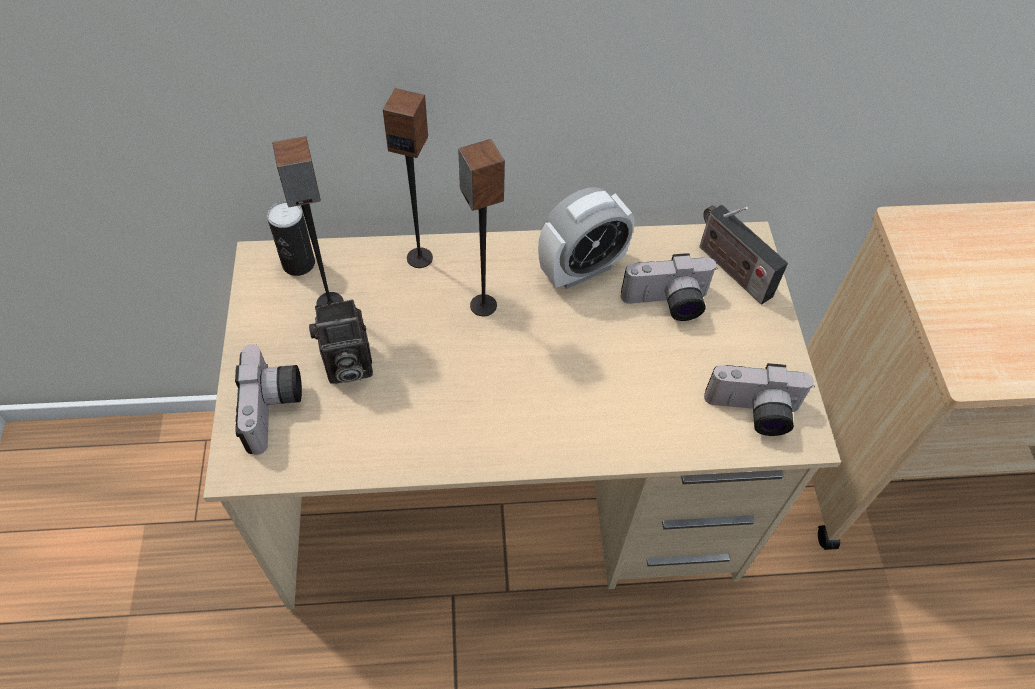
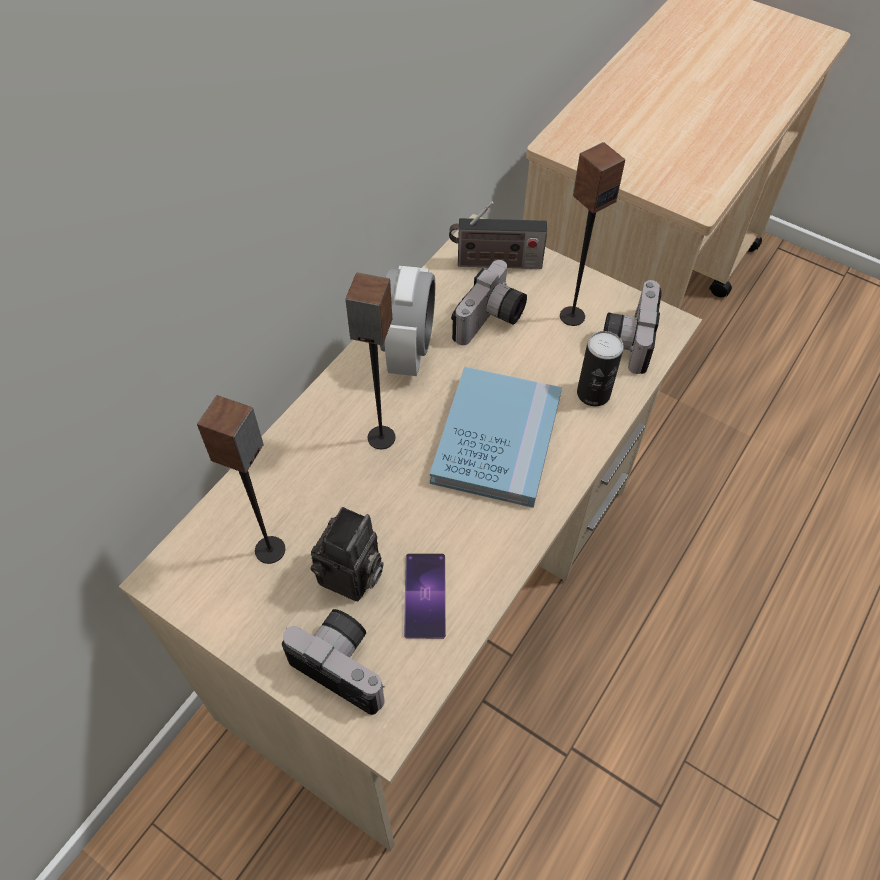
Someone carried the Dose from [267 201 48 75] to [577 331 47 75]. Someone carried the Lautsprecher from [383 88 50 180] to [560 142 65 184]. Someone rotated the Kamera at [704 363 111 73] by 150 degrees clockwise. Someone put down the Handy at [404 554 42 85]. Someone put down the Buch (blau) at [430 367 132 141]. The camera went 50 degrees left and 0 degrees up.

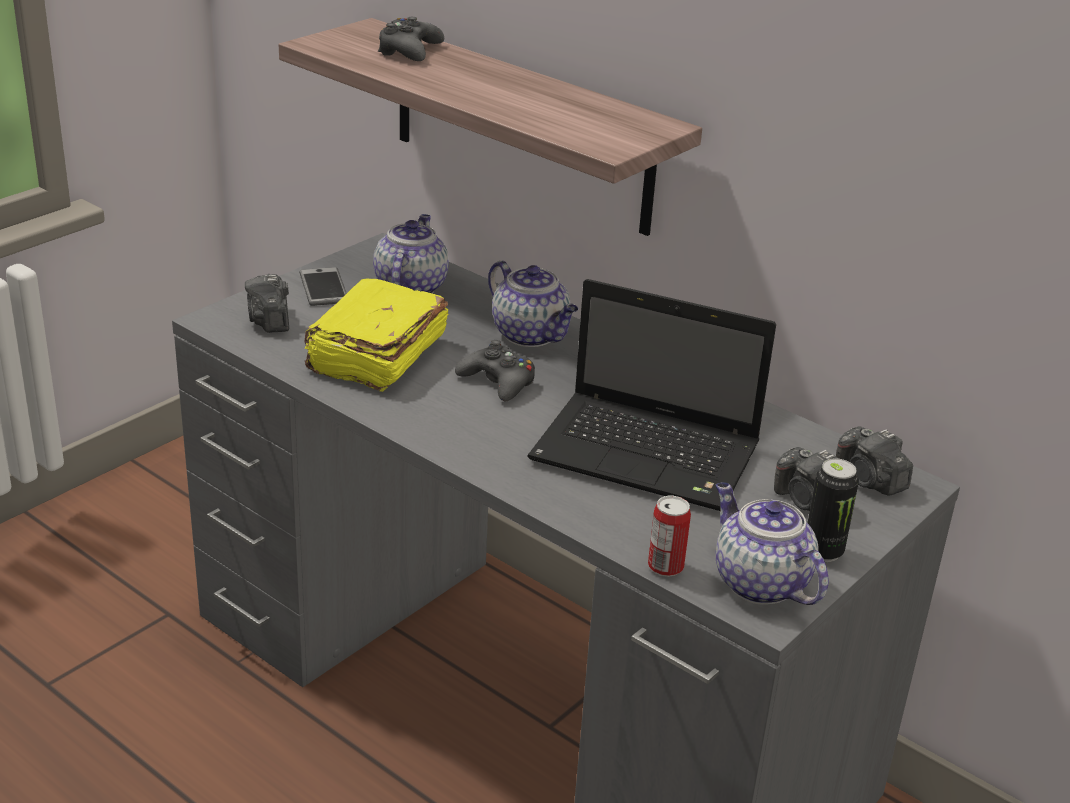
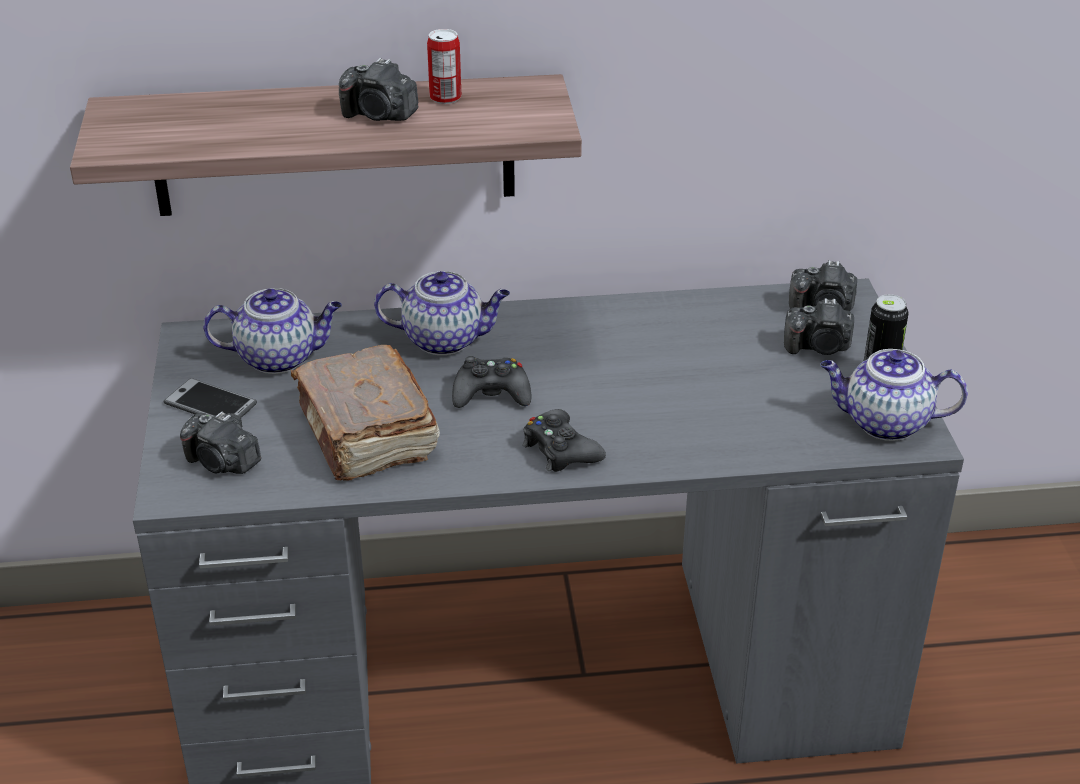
Someone repainted the Buch (gelb) at [304 279 144 113], which became the Buch (braun) at [291 345 149 136]. Someone rotated the Teekanne at [373 214 76 79] by 120 degrees clockwise. Someone carried the Gamepad (schwarz) from [378 17 66 44] to [523 409 83 63]. Someone took away the Laptop at [527 279 249 232]. Someone carried the Dose from [648 495 43 82] to [427 29 34 75]. Someone put down the Kamera at [339 58 79 63]. The camera went 45 degrees left and 5 degrees up.

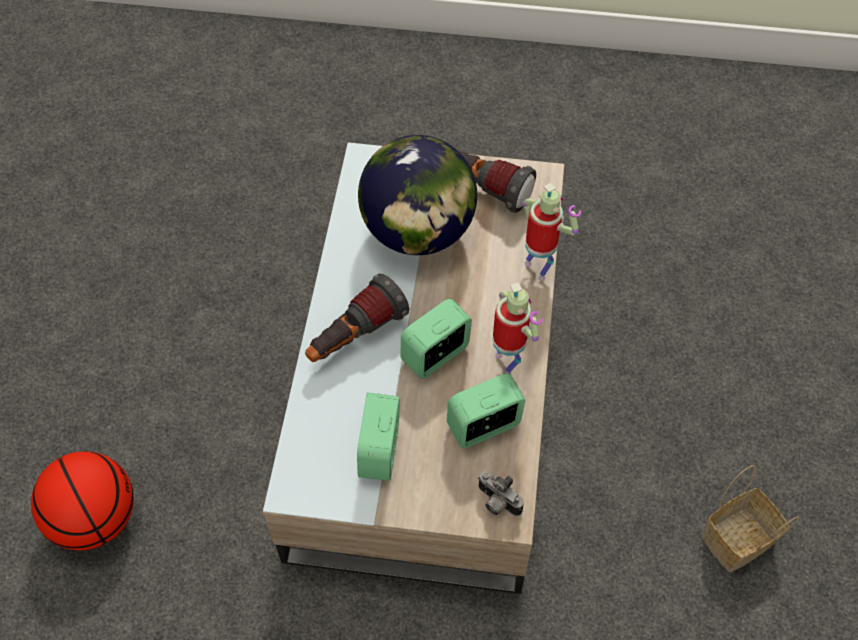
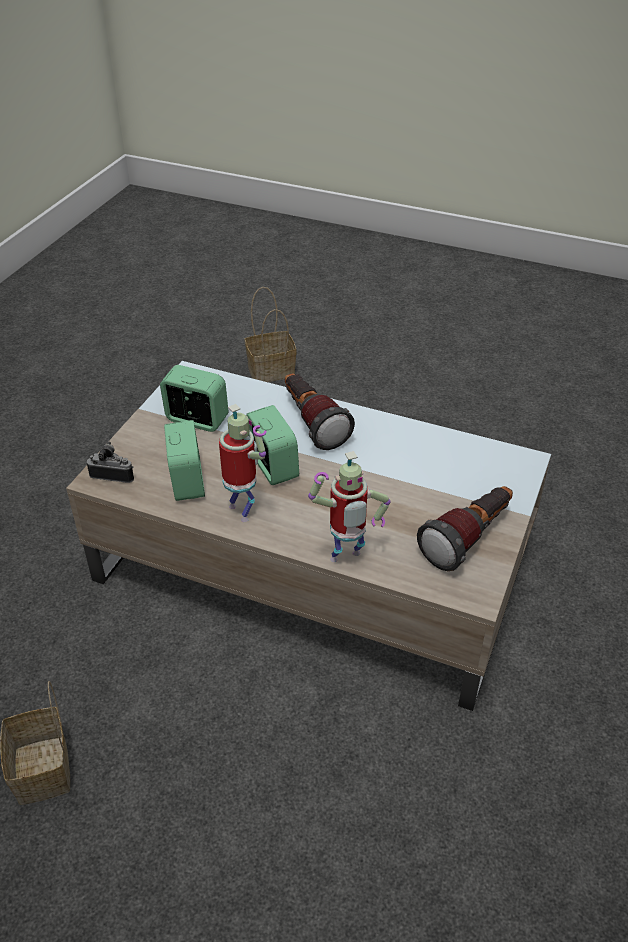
Someone swapped the Basketball at [31 451 103 99] for the Korb at [245 287 52 95]. Someone took away the Globus at [358 135 119 120]. Someone rotated the Kamera at [478 471 46 45] by 45 degrees clockwise. Someone rotated the Spielzeugroboter at [493 282 50 93] by 120 degrees counterclockwise. The camera went 105 degrees right and 15 degrees down.

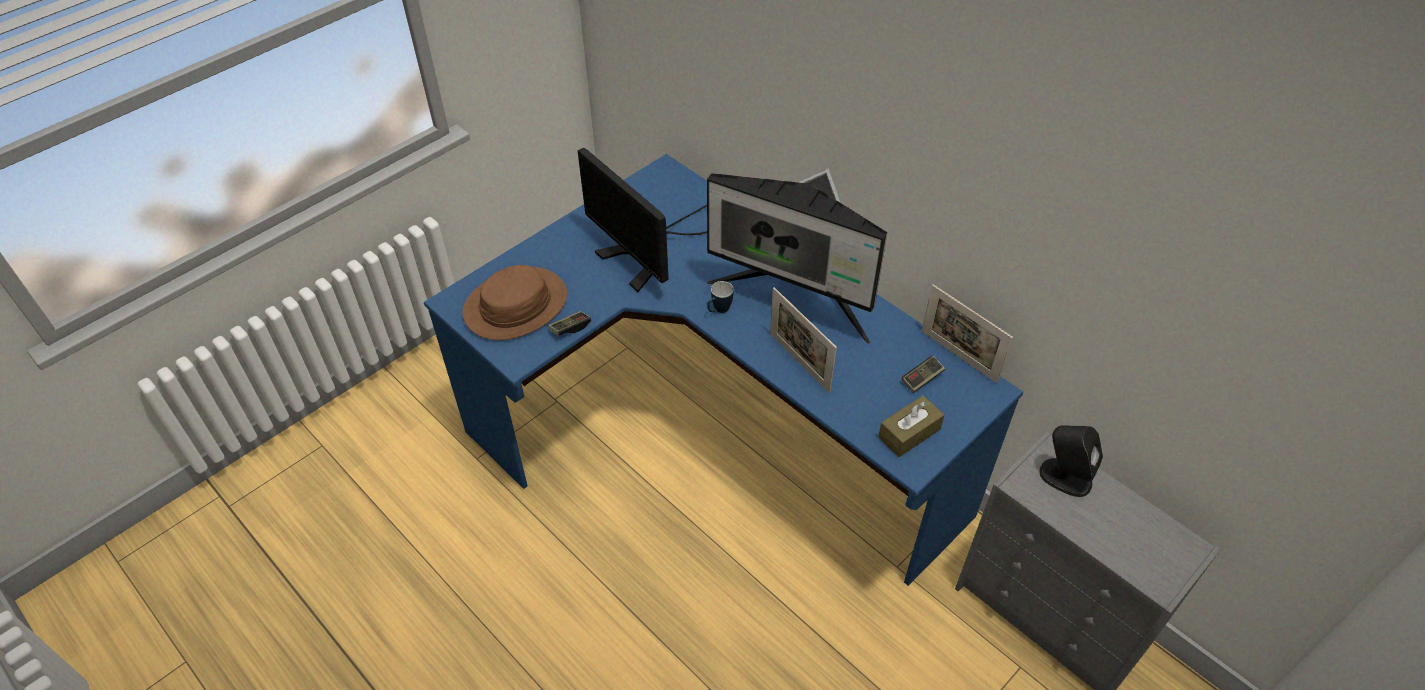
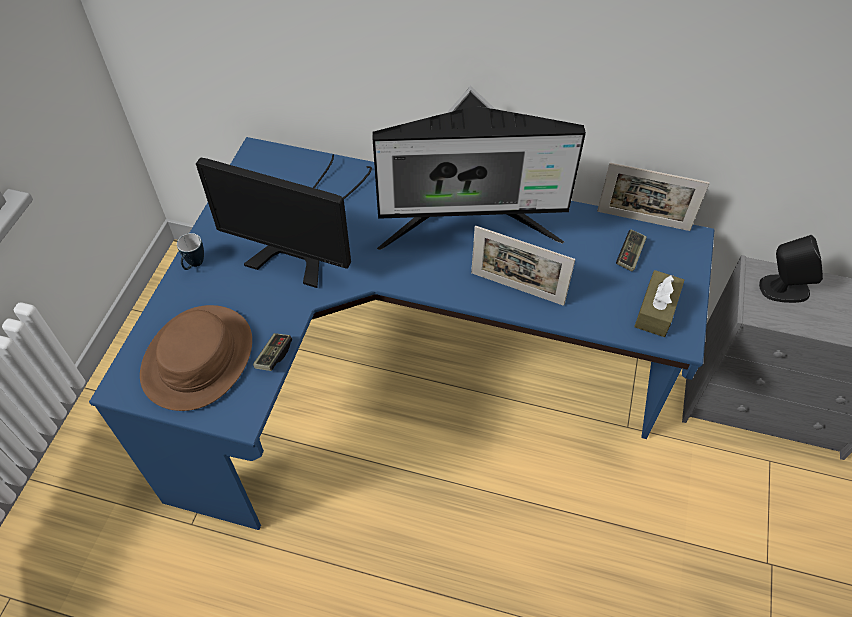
Someone carried the Henkelbecher from [707 281 27 32] to [177 233 27 37]. The camera went 30 degrees left and 5 degrees up.

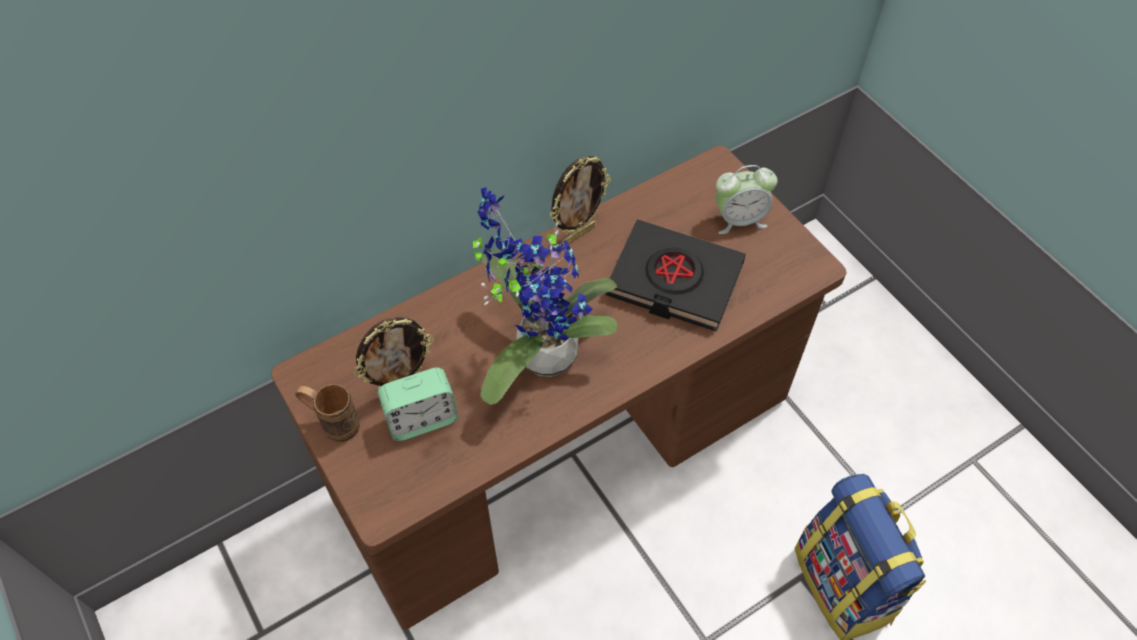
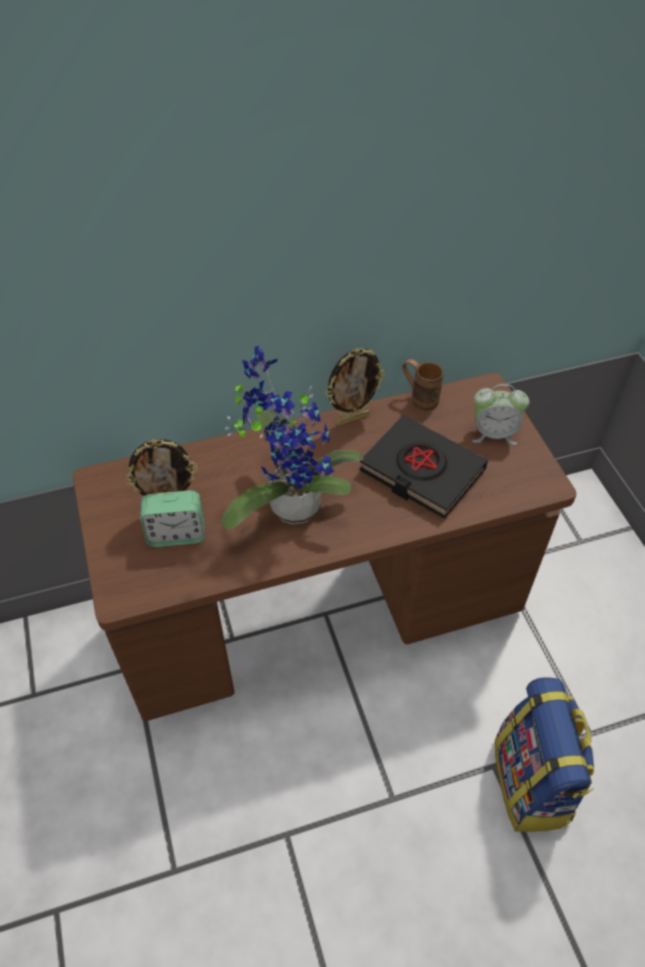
Someone carried the Henkelbecher (braun) from [295 384 65 58] to [403 359 40 51]. The camera went 15 degrees right and 5 degrees down.

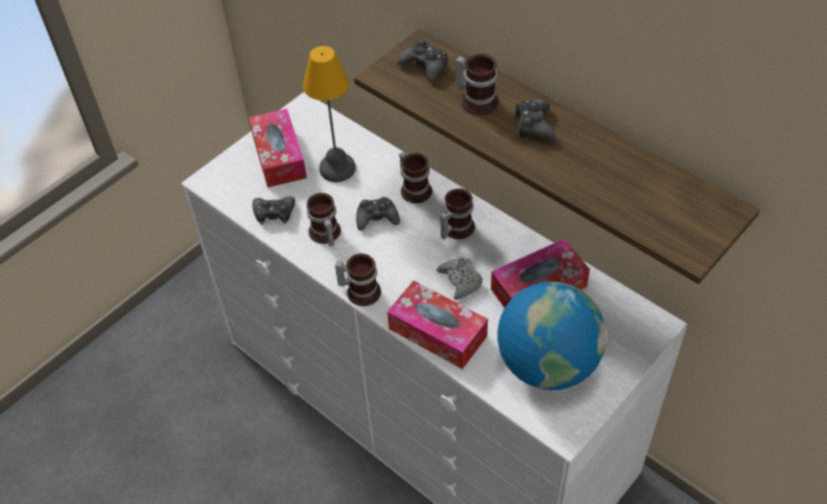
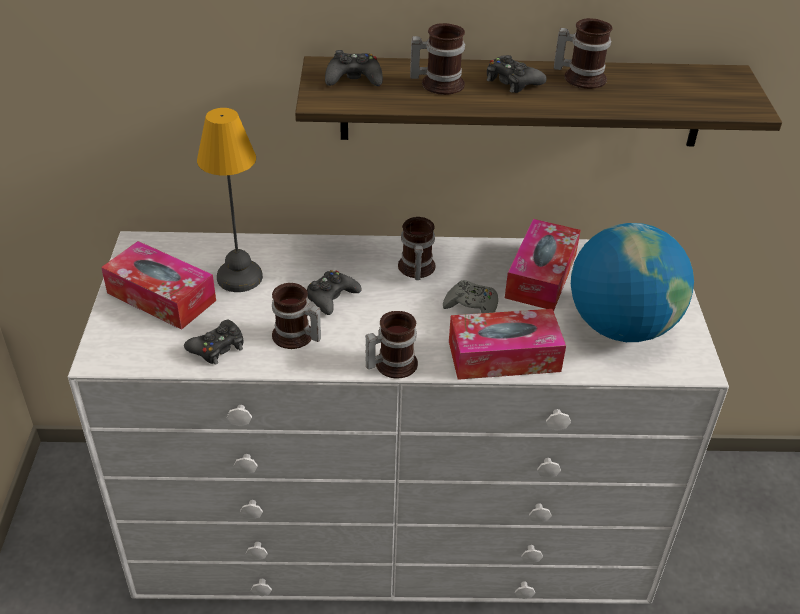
Someone carried the Henkelbecher from [399 152 33 51] to [554 18 59 71]. The camera went 45 degrees left and 10 degrees down.

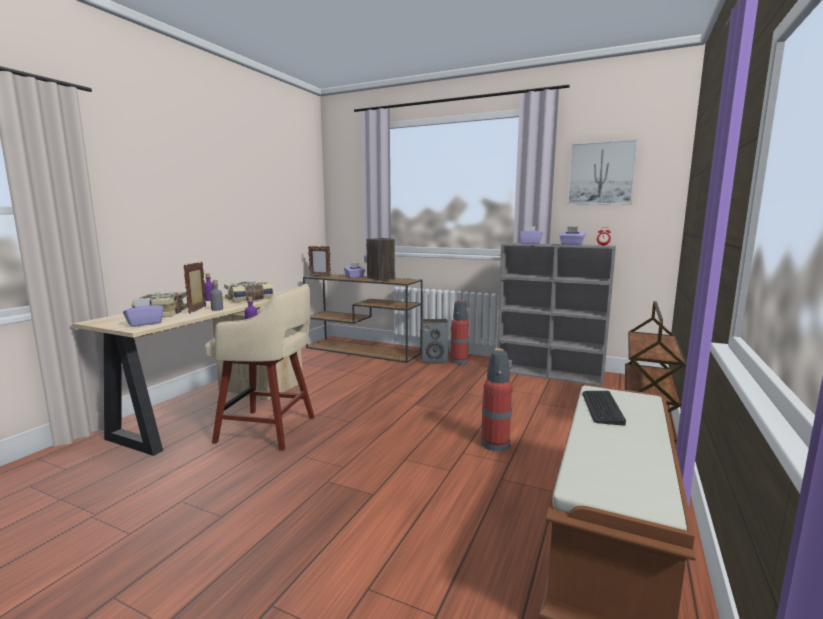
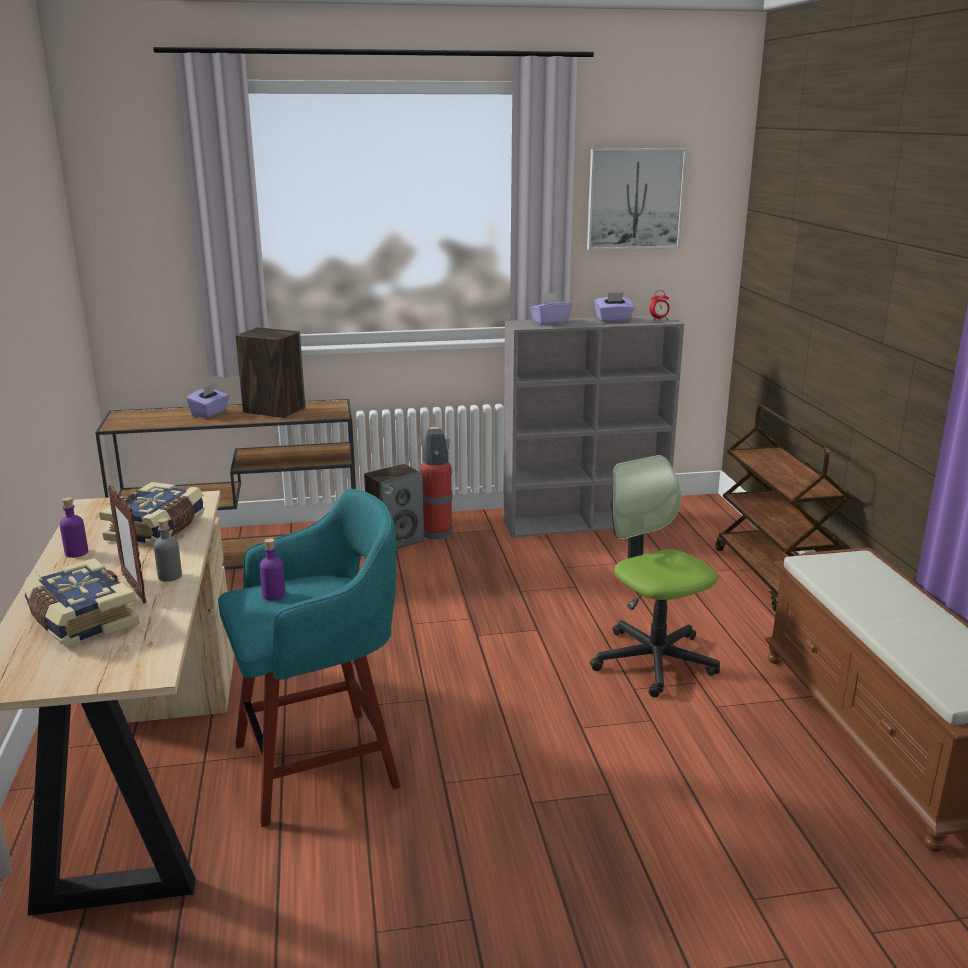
Someone took away the Taschentuchbox (lila) at [123 298 41 29]. Someone repainted the Hocker (beige) at [204 284 110 167], which became the Hocker (türkis) at [218 489 183 338]. Someone took away the Bilderrahmen at [308 246 23 31]. Someone swapped the Feuerlöscher at [481 348 32 103] for the Bürostuhl at [590 455 130 242]. Someone took away the Tastatur at [582 391 44 35]. The camera went 35 degrees left and 10 degrees up.

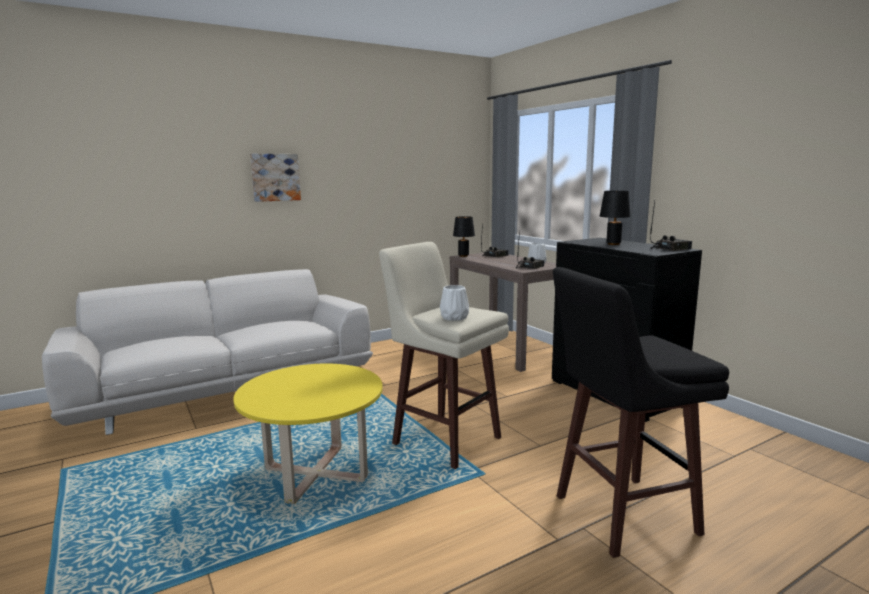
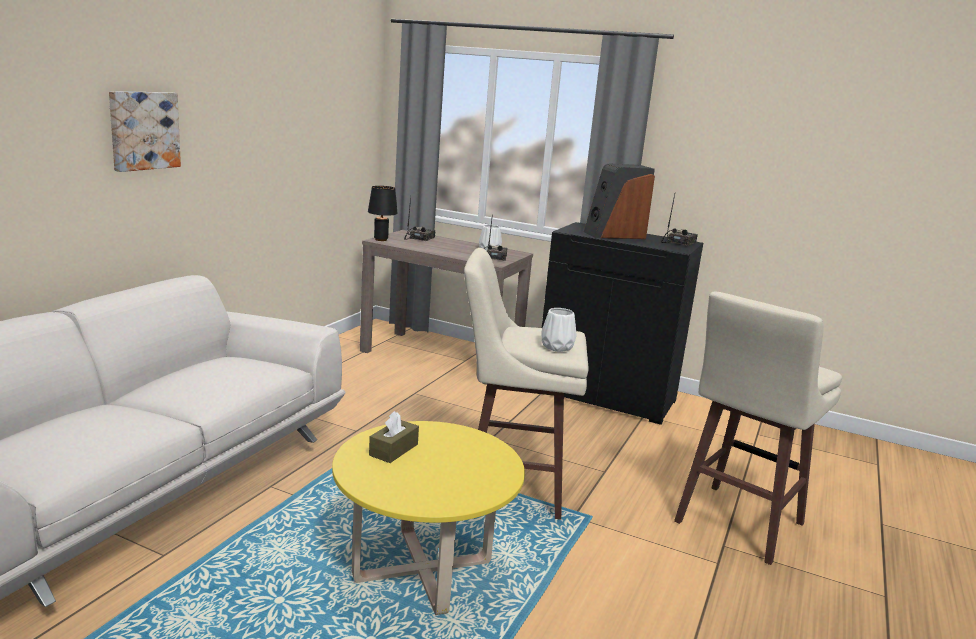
Someone repainted the Hocker (schwarz) at [553 267 176 291], which became the Hocker (beige) at [674 292 168 273]. Someone swapped the Tischlampe (schwarz) at [600 191 31 54] for the Lautsprecher at [584 164 71 75]. Someone put down the Taschentuchbox (braun) at [369 411 50 52]. The camera went 35 degrees left and 5 degrees up.

